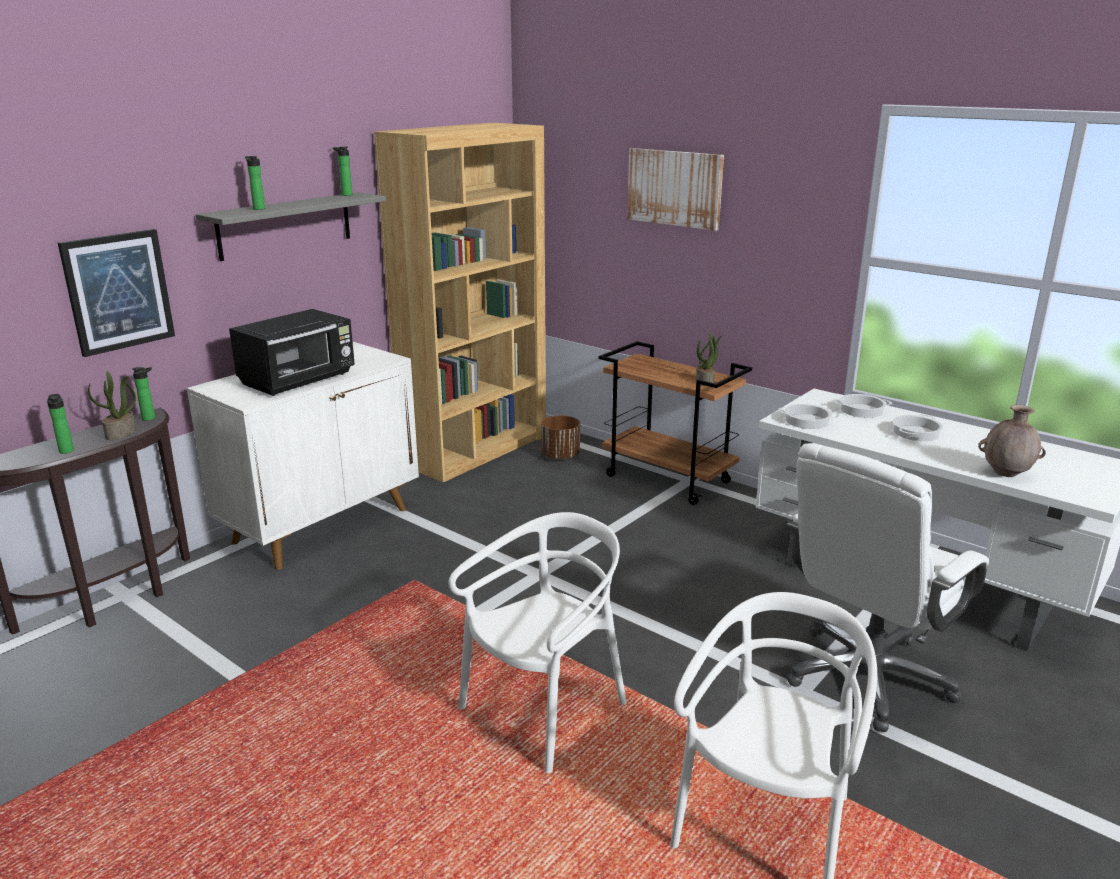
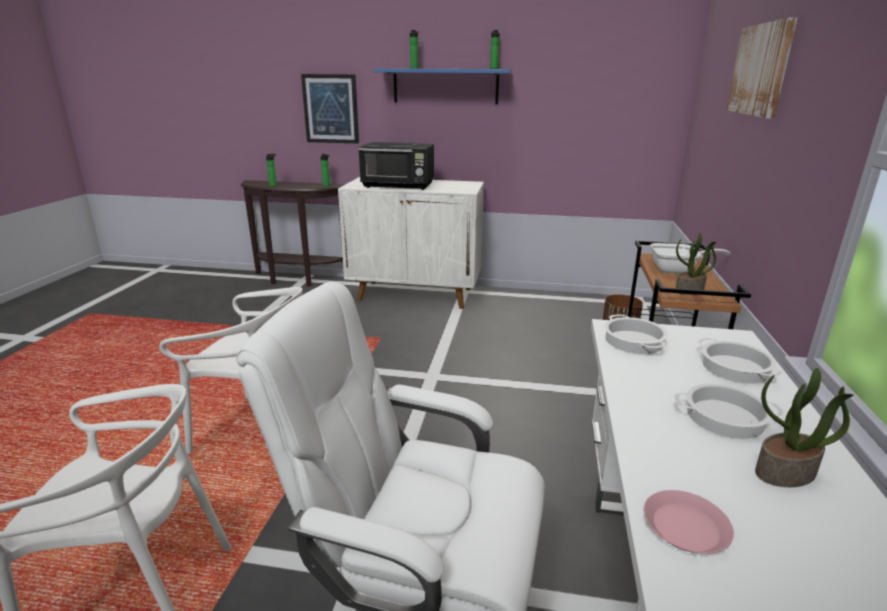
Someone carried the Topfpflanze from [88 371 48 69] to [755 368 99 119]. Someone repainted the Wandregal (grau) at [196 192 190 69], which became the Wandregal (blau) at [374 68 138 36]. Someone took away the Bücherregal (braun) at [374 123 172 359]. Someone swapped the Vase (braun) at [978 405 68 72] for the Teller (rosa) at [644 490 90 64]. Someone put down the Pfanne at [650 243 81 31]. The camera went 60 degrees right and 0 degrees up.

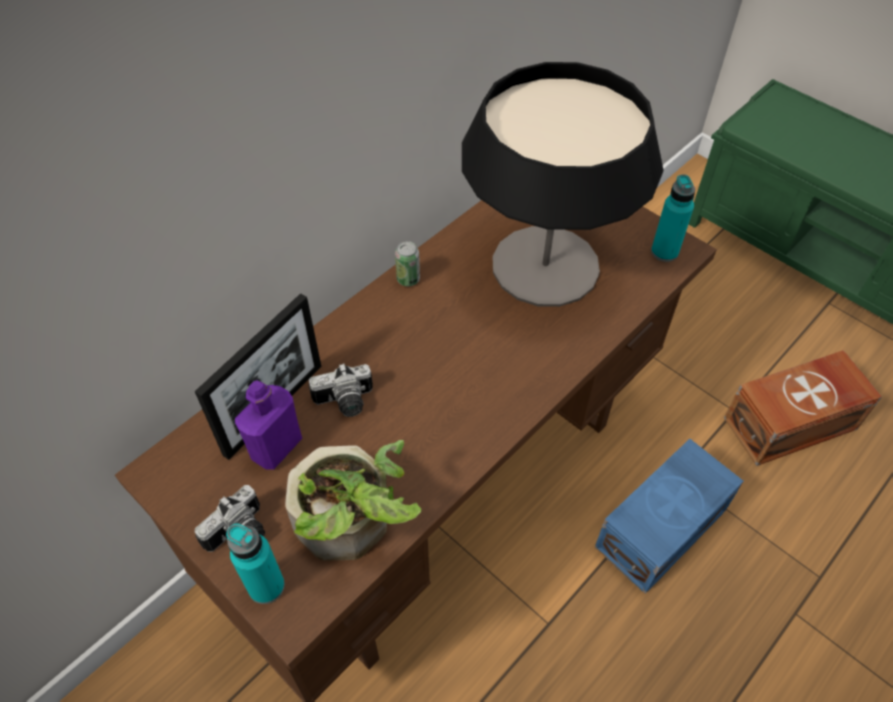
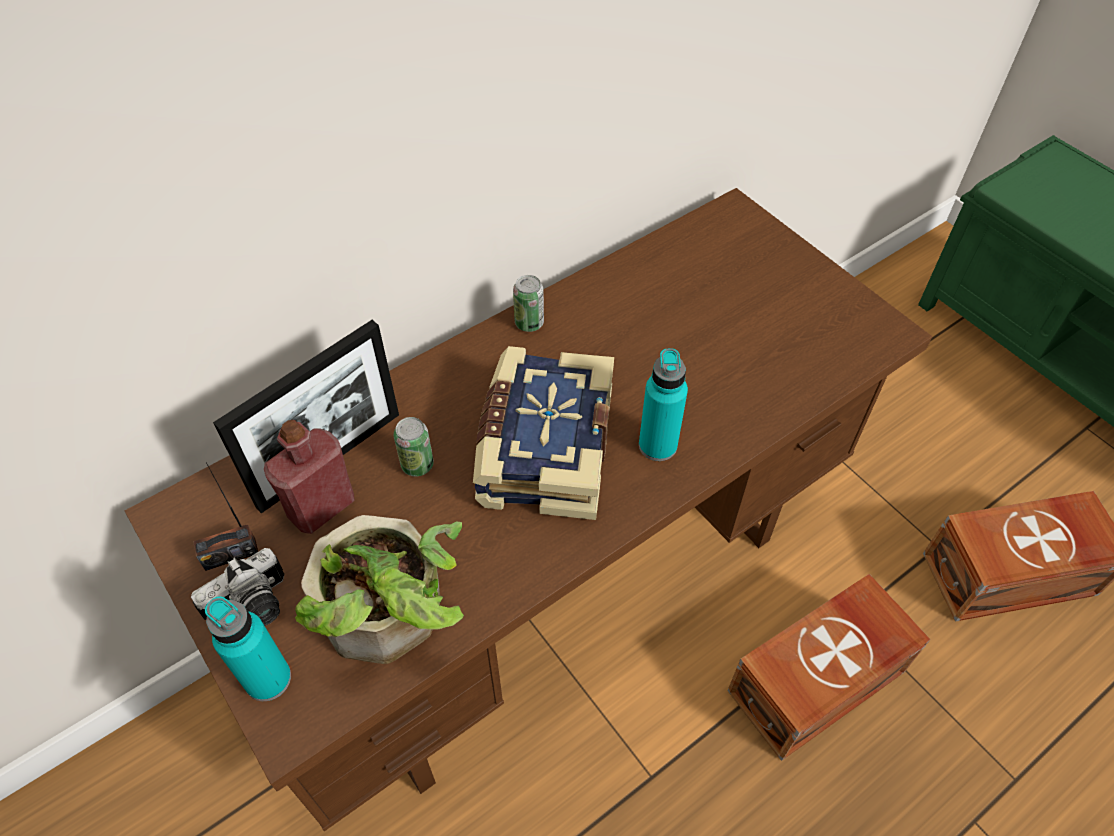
Someone repainted the Flasche (lila) at [235 380 67 90], which became the Flasche (rot) at [264 420 91 114]. Someone swapped the Kamera at [309 363 64 54] for the Dose at [394 417 40 59]. Someone took away the Tischlampe at [462 62 201 245]. Someone repainted the Aufbewahrungsbox (blau) at [595 439 149 155], which became the Aufbewahrungsbox (braun) at [727 574 204 187]. Someone carried the Flasche (türkis) from [651 175 44 87] to [639 348 49 113]. Someone put down the Radio at [193 463 65 108]. Someone put down the Buch at [473 346 141 174]. The camera went 10 degrees right and 0 degrees up.

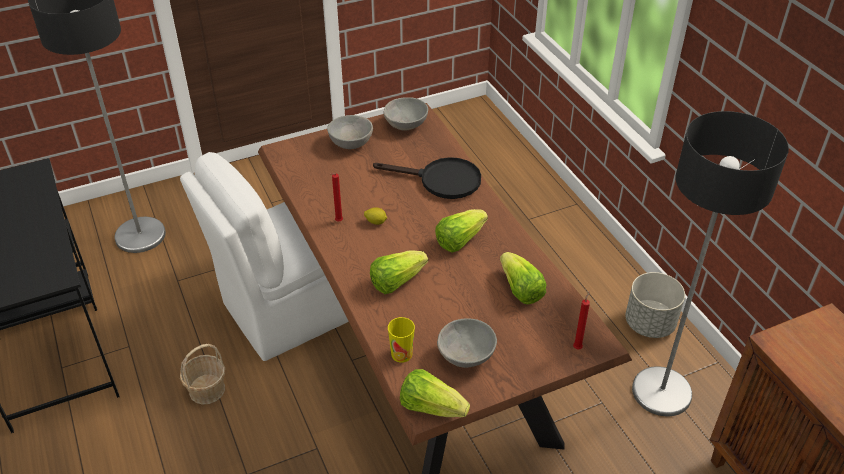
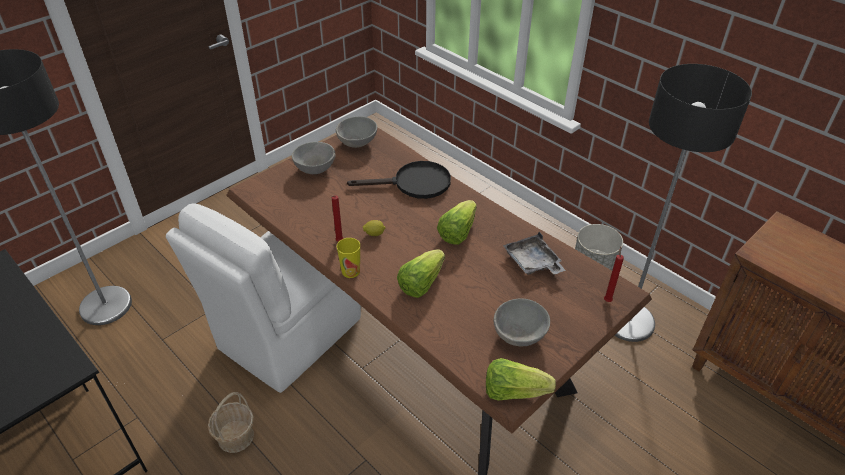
Someone carried the Tasse from [388 317 27 46] to [337 238 23 40]. Someone swapped the Salatkopf at [500 252 46 52] for the Tablett (grau) at [503 232 62 43]. The camera went 20 degrees left and 0 degrees up.

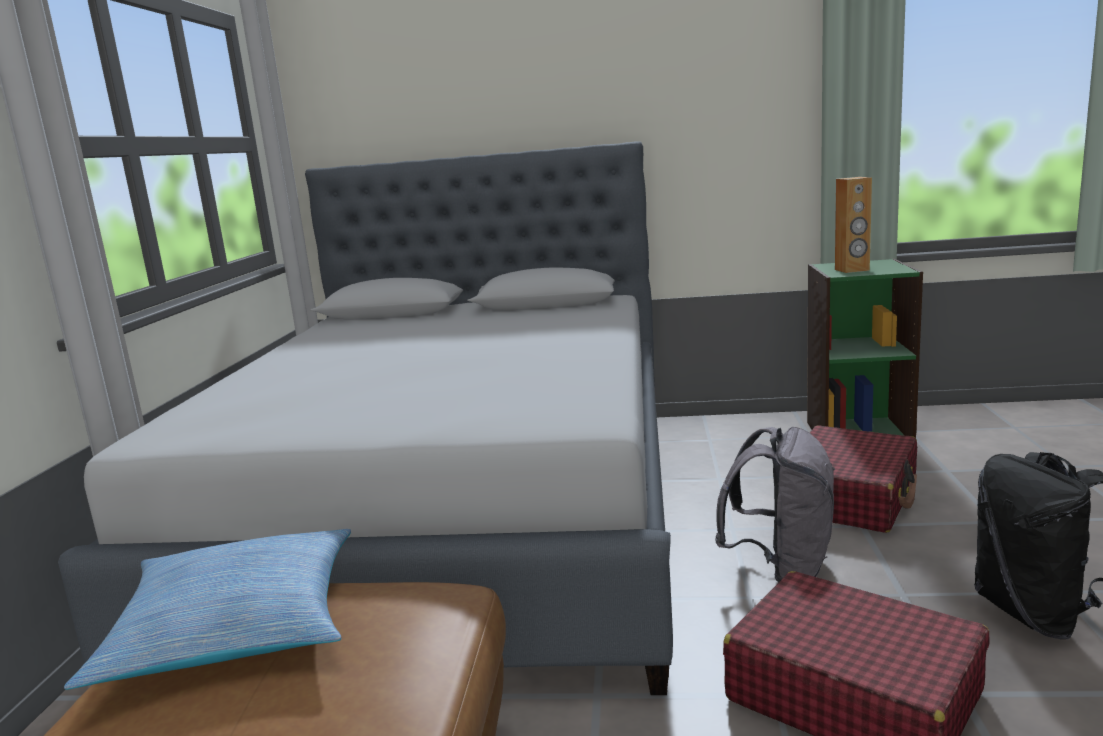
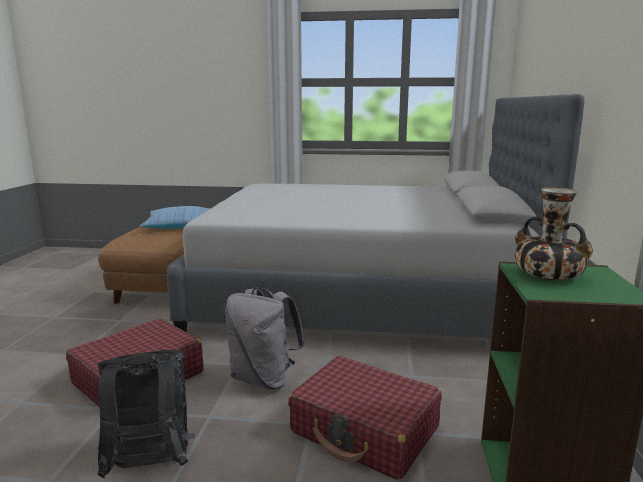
Someone swapped the Lautsprecher (braun) at [835 177 37 96] for the Vase at [515 187 78 94]. The camera went 90 degrees right and 0 degrees up.

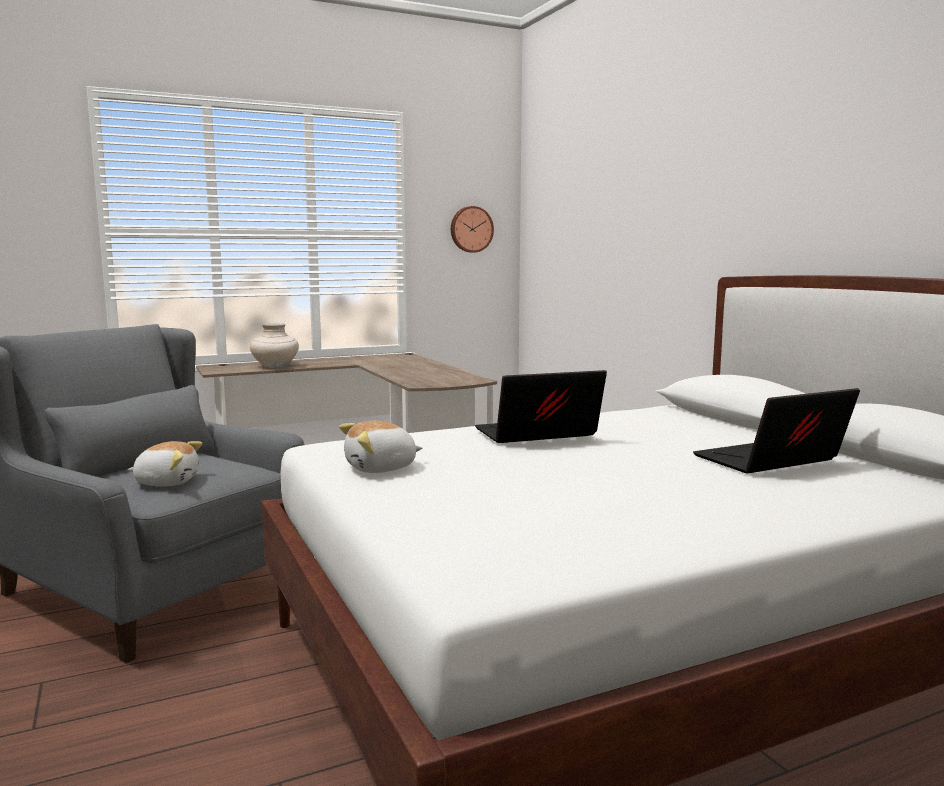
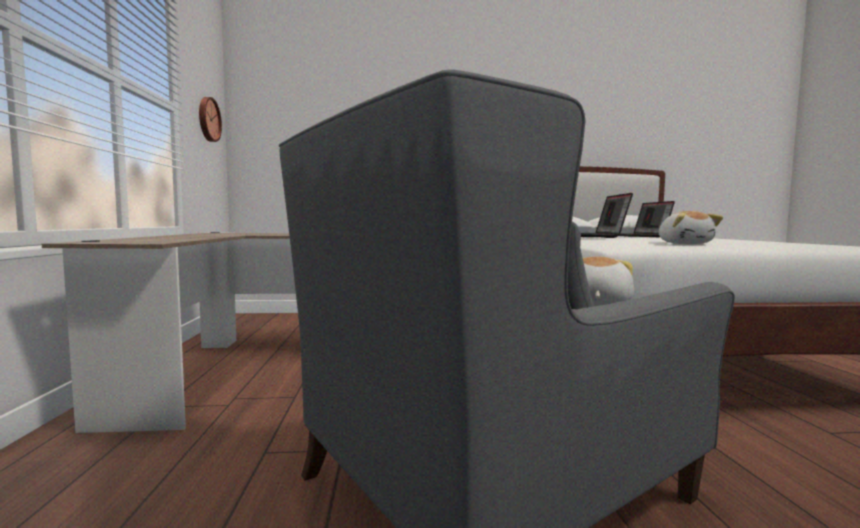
Someone took away the Vase (beige) at [250 323 49 45]. The camera went 70 degrees left and 5 degrees down.

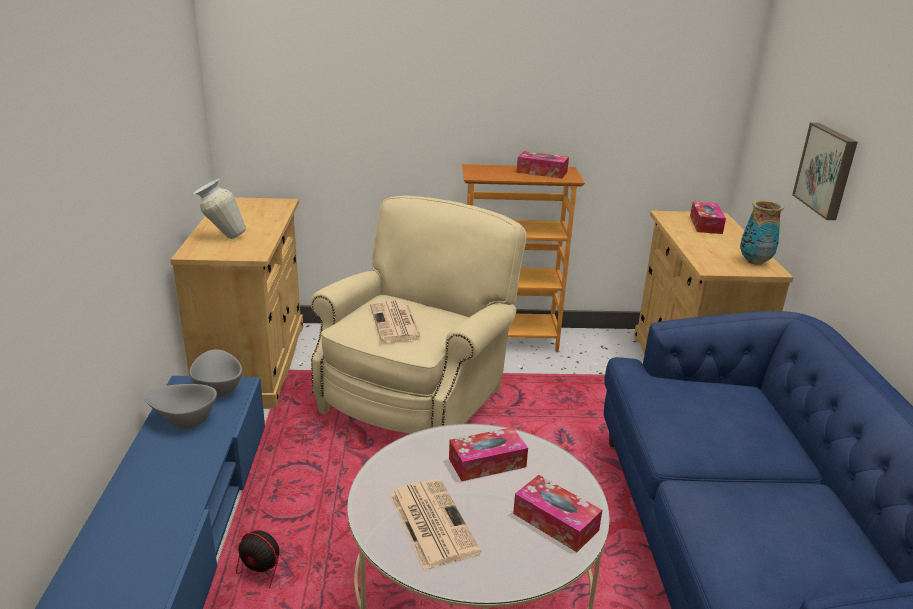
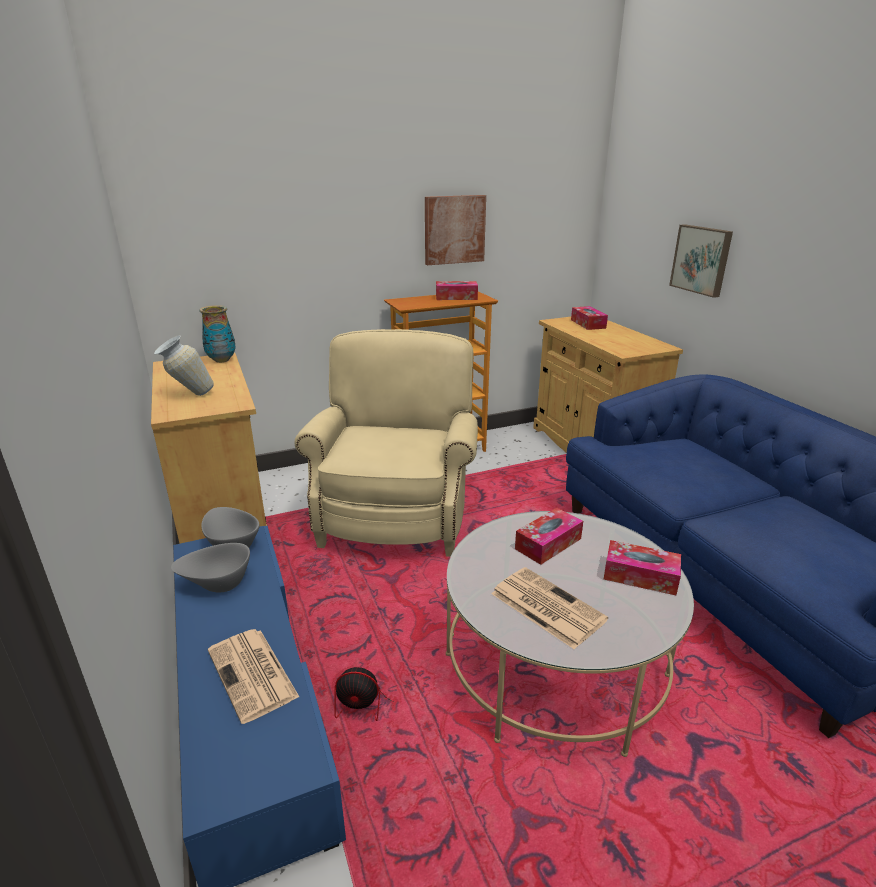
Someone carried the Zeitung from [370 300 52 42] to [208 629 91 95]. Someone carried the Vase from [740 200 44 65] to [199 305 37 58]. Someone put up the Bild at [425 195 61 70]. The camera went 20 degrees left and 0 degrees up.

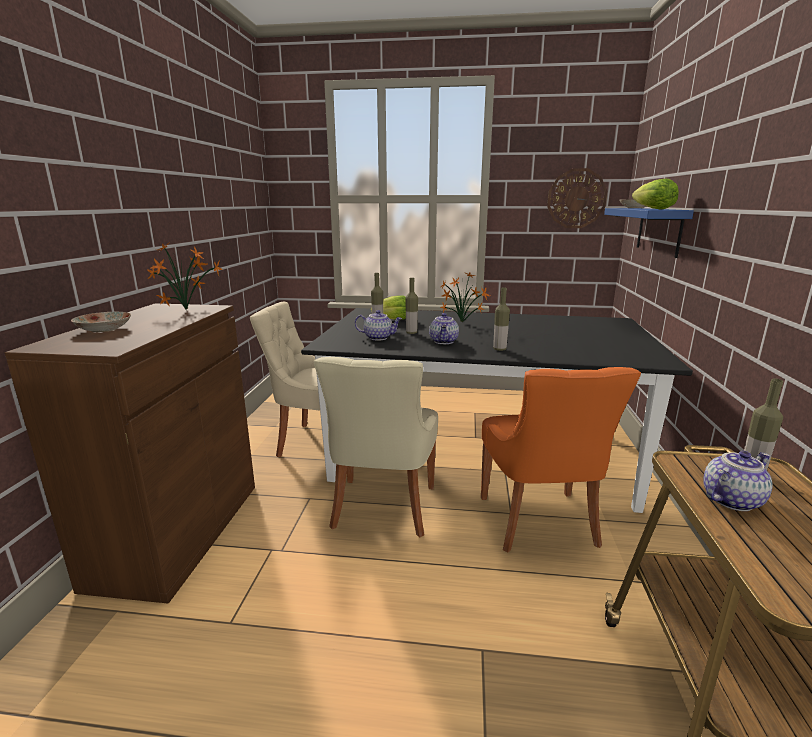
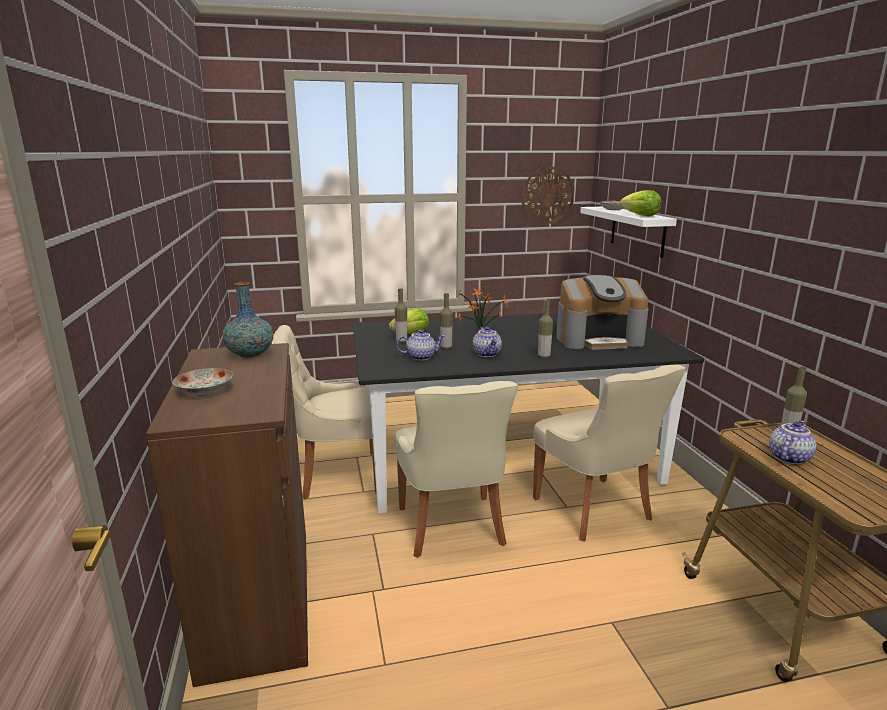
Someone swapped the Topfpflanze at [148 243 75 67] for the Vase at [223 282 50 76]. Someone repainted the Stuhl (orange) at [481 367 160 186], which became the Stuhl (beige) at [533 365 153 176]. Someone repainted the Wandregal (blau) at [604 208 90 50], which became the Wandregal (weiß) at [580 207 97 51]. Someone put down the Kaffeemaschine at [556 275 92 75]. The camera went 20 degrees left and 0 degrees up.

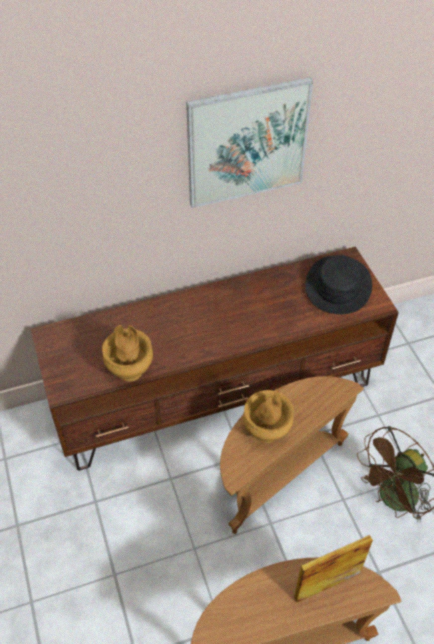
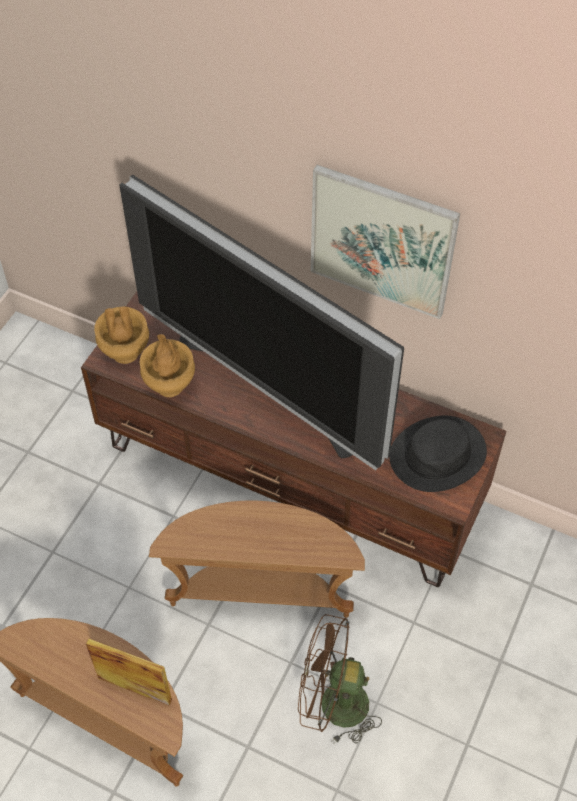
Someone carried the Vase (braun) from [243 388 51 55] to [94 306 55 58]. Someone put down the Fernseher at [119 175 285 296]. The camera went 45 degrees right and 5 degrees up.

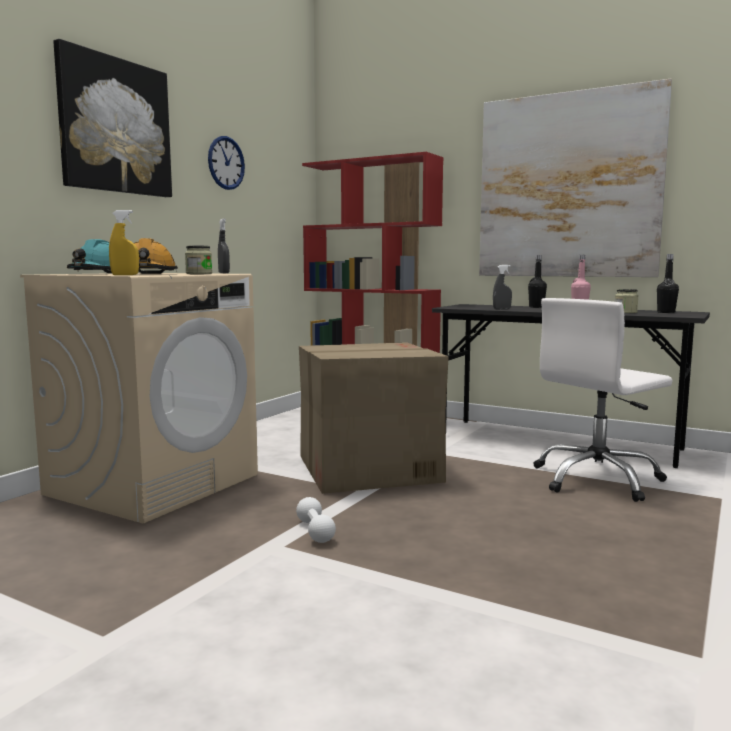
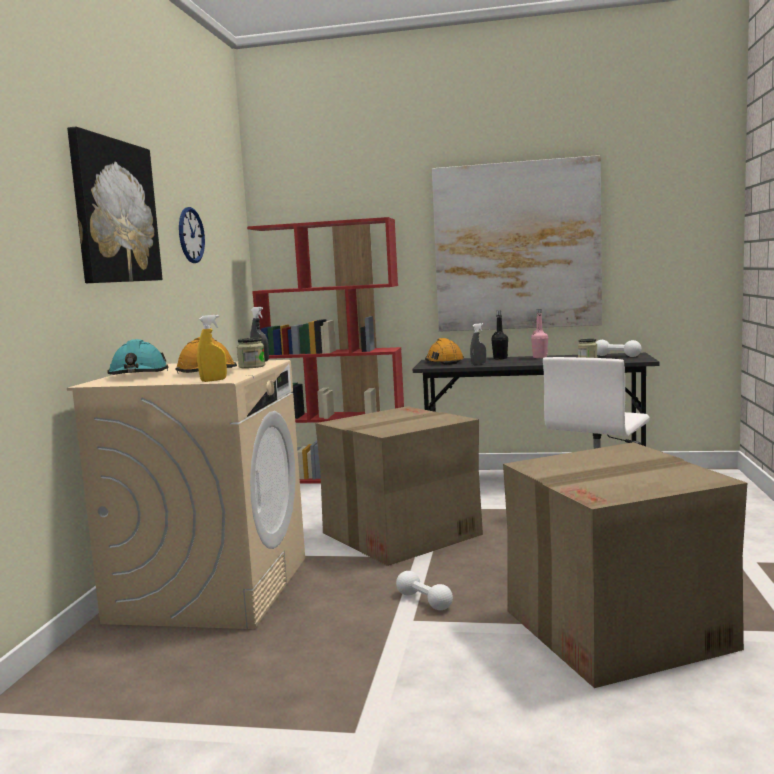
Someone swapped the Flasche (schwarz) at [657 254 22 59] for the Hantel (weiß) at [596 340 46 17]. Someone put down the Schutzhelm (orange) at [425 338 39 27]. Someone put down the Karton at [503 442 244 246]. The camera went 20 degrees left and 0 degrees up.

